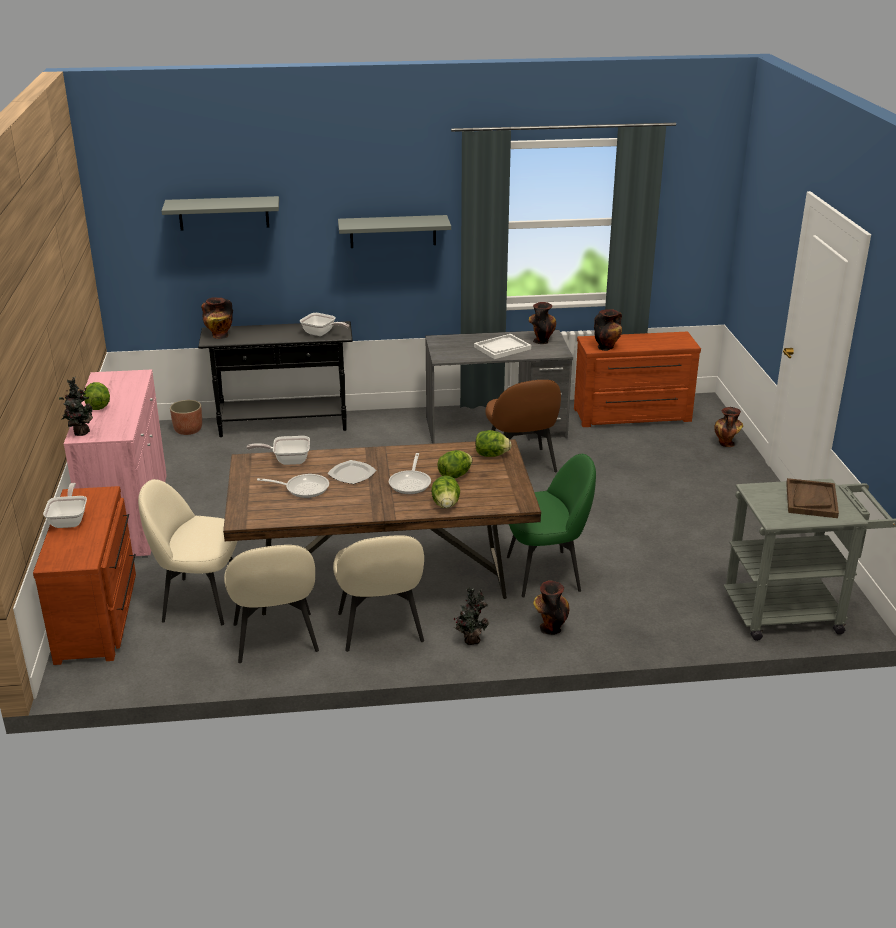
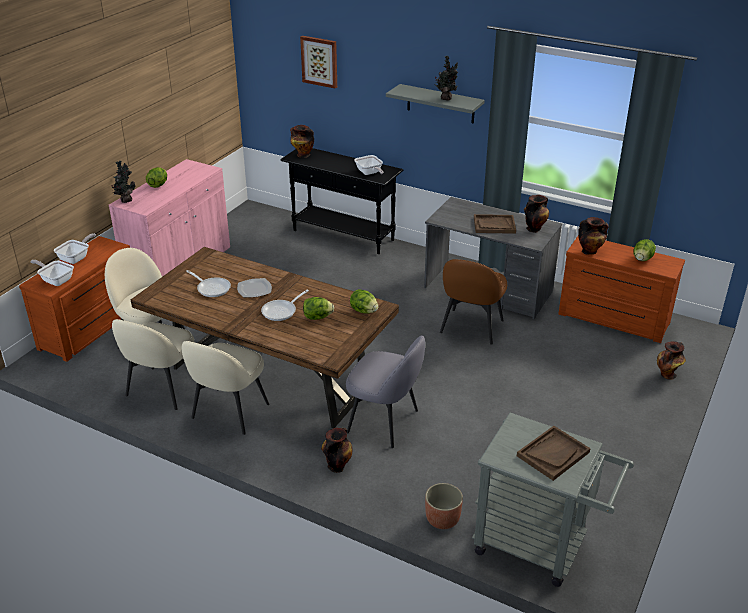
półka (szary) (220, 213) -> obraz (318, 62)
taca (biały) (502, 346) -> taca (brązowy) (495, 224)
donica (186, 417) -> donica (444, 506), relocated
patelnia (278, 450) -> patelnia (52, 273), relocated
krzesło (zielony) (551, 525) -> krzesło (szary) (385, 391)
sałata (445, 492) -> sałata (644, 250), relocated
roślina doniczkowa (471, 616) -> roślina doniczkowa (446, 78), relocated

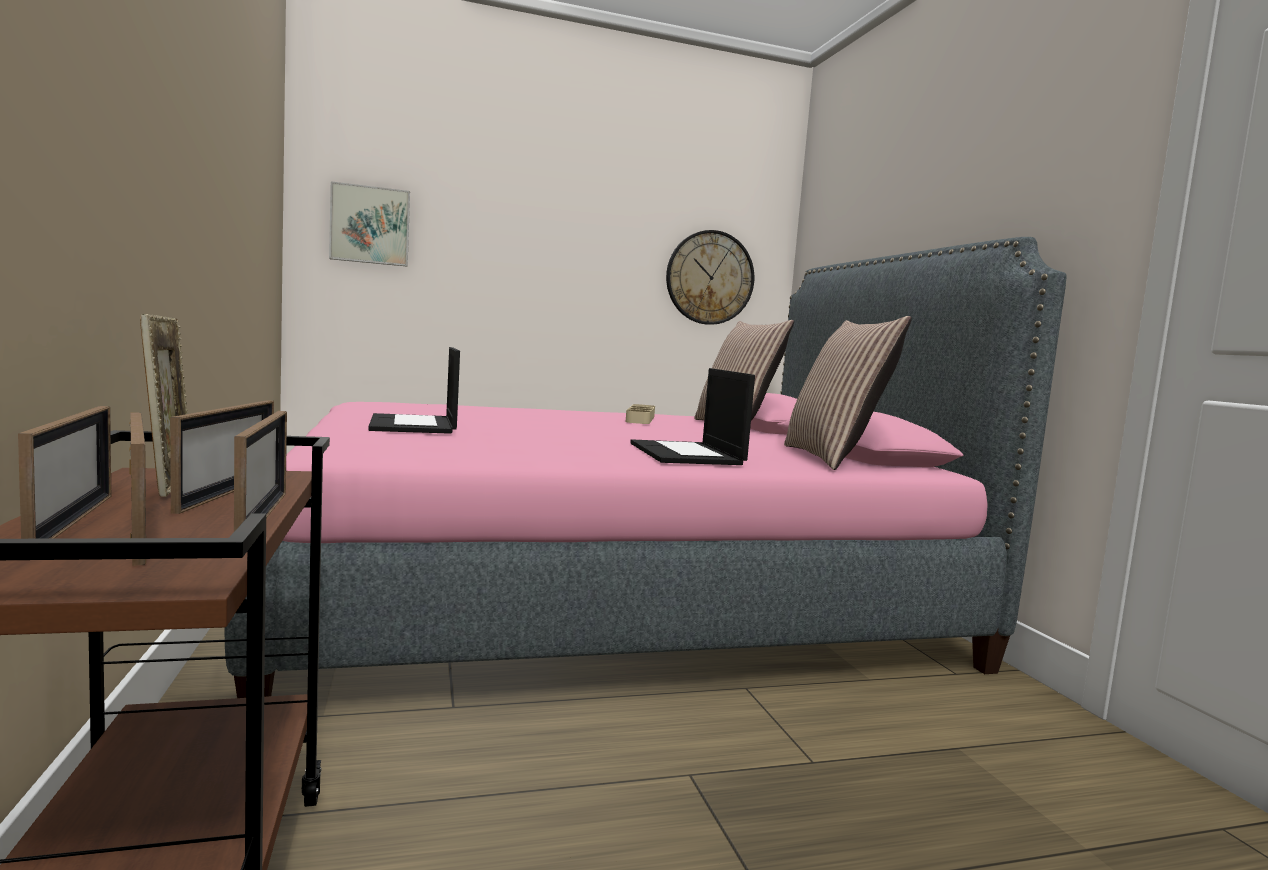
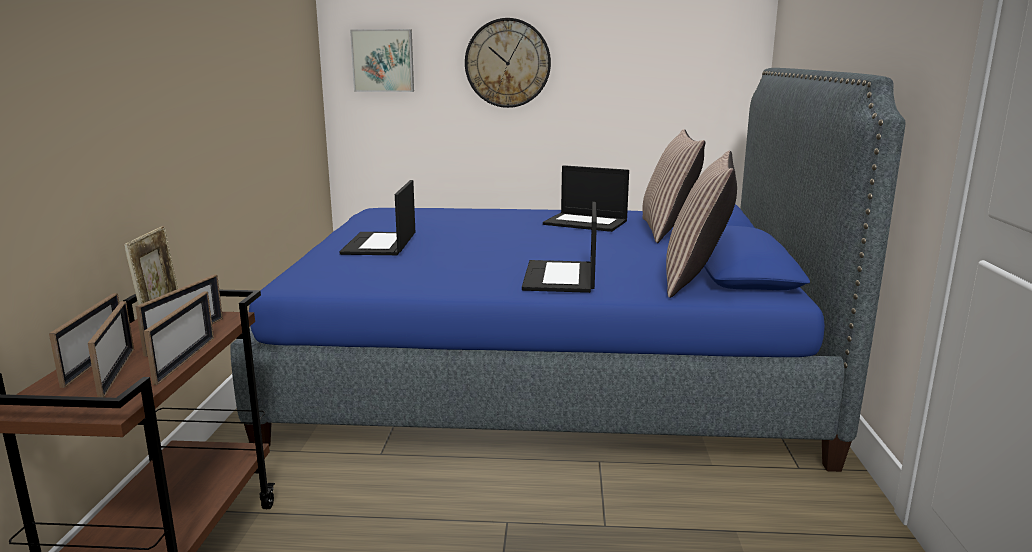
zegar ścienny (710, 277) -> zegar ścienny (508, 63), relocated
łóżko (różowy) (646, 467) -> łóżko (niebieski) (568, 270)
taca (beżowy) (640, 414) -> laptop (586, 198)

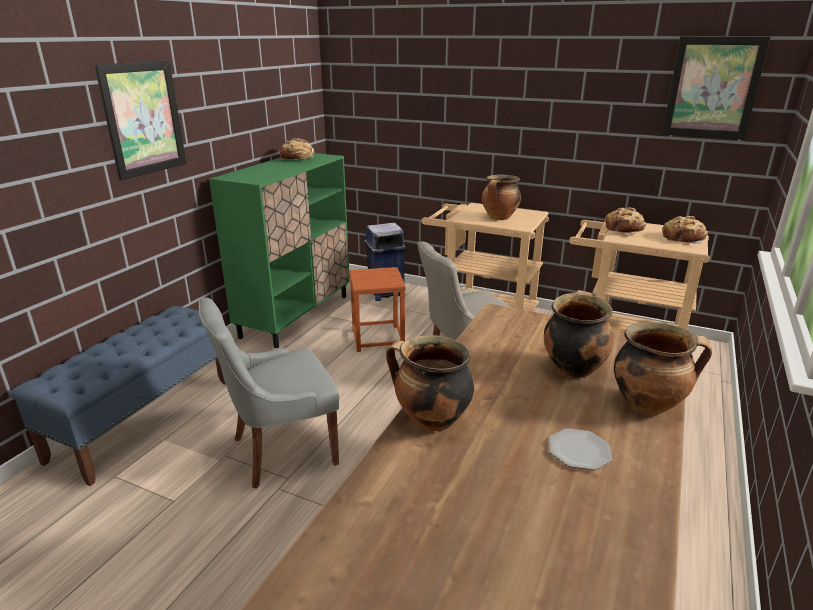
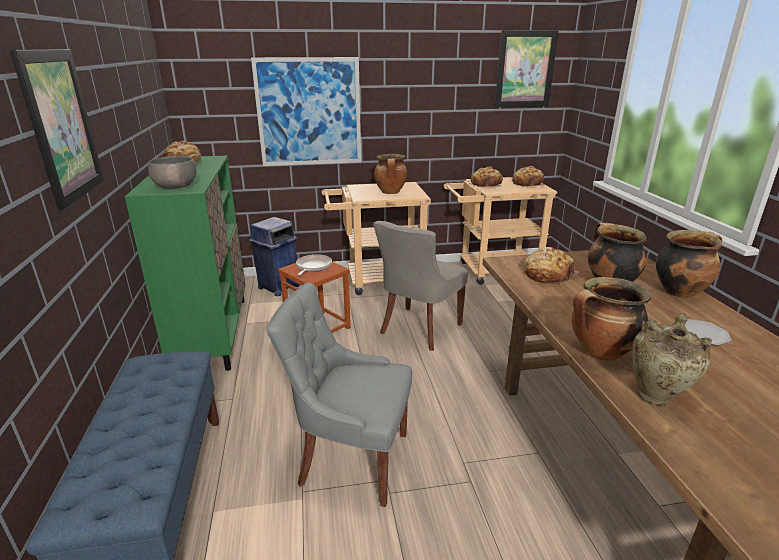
krzesło (szary) (269, 393) -> krzesło (szary) (339, 395), 75 degrees clockwise
none -> obraz (306, 111)
none -> miska (szary) (172, 172)
none -> chleb (551, 265)
none -> patelnia (314, 264)
none -> wazon (beżowy) (672, 359)

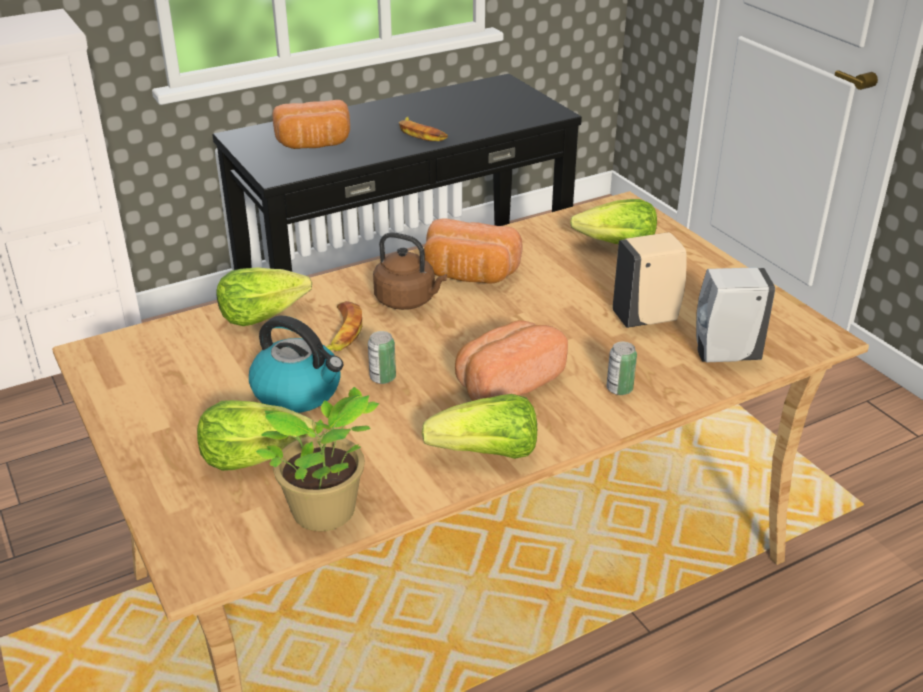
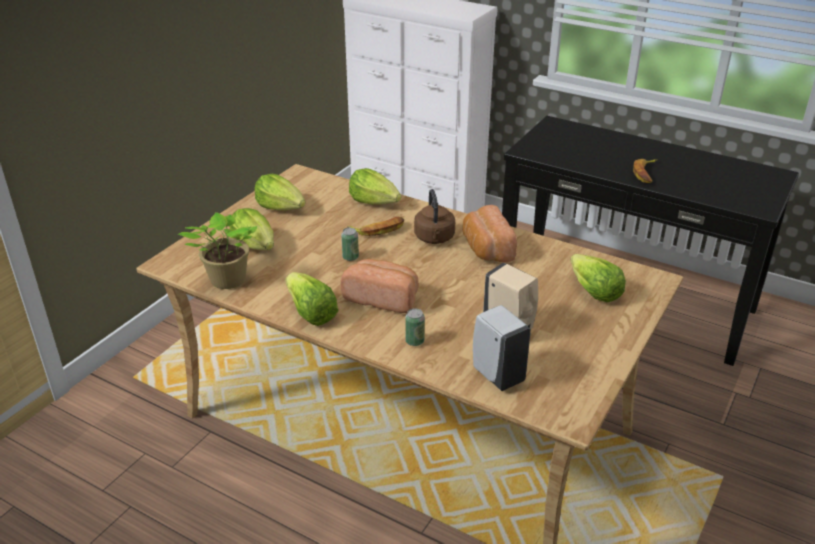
chleb (311, 124) -> none
czajnik (296, 364) -> none
none -> sałata (280, 192)

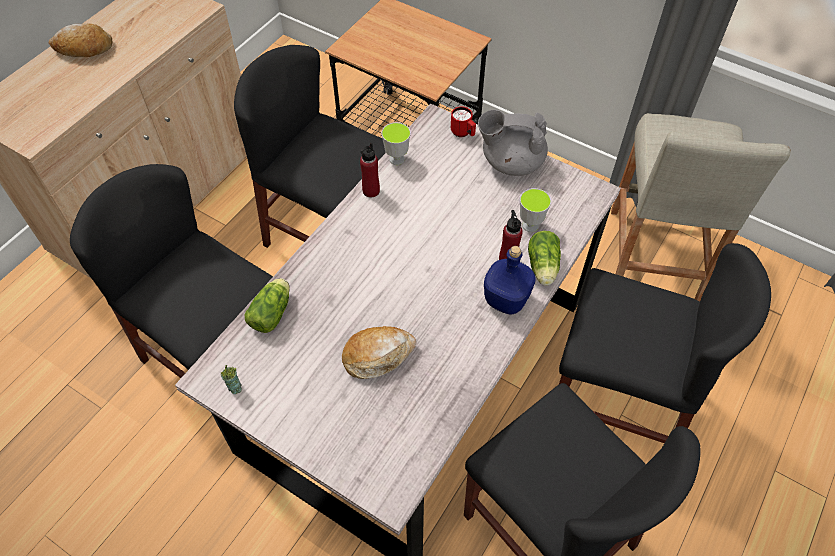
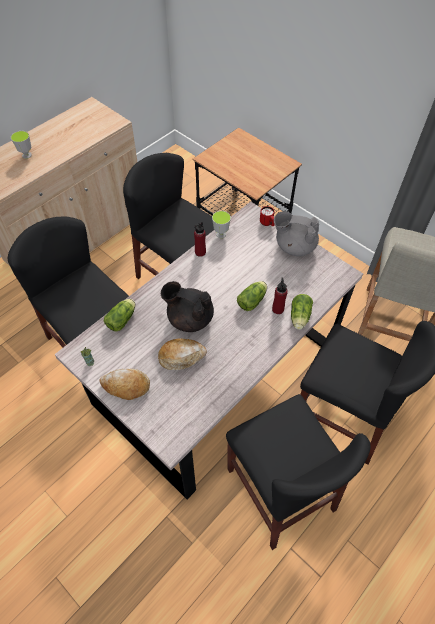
chleb (80, 40) -> chleb (124, 384), relocated
filiżanka (535, 210) -> filiżanka (21, 145), relocated
butelka (niebieski) (510, 280) -> none
none -> imbryk (czarny) (187, 306)
none -> sałata (252, 296)

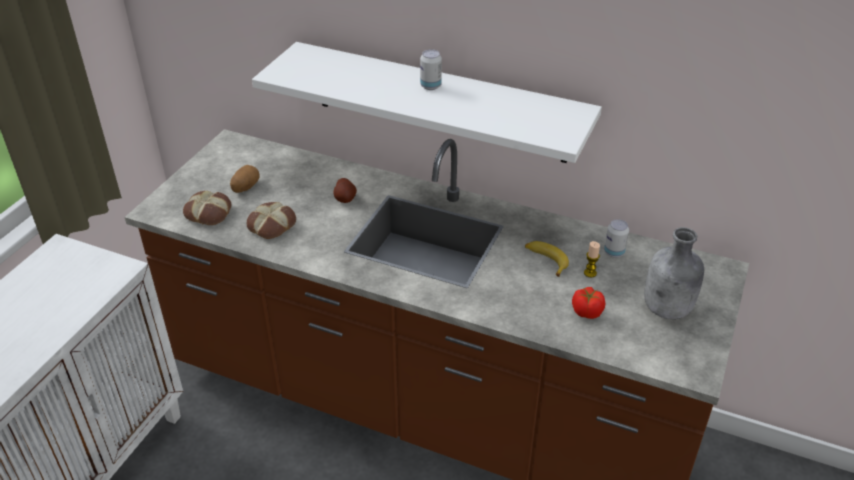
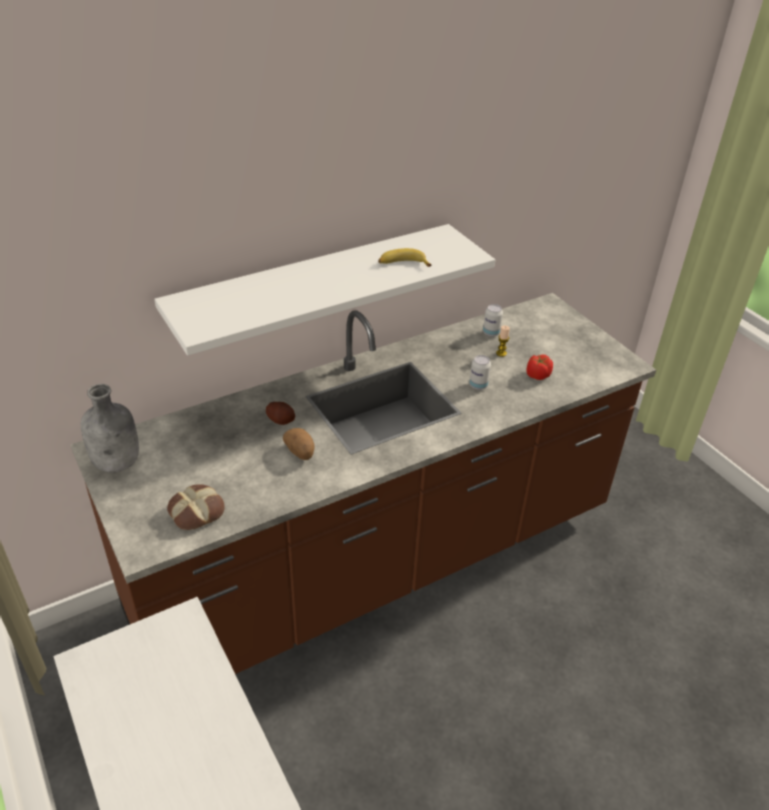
puszka (431, 69) -> puszka (480, 372), relocated
ziemniak (245, 179) -> ziemniak (299, 444), relocated
chleb (271, 220) -> none
butelka (szary) (674, 273) -> butelka (szary) (110, 428), relocated
banan (547, 259) -> banan (405, 257), relocated

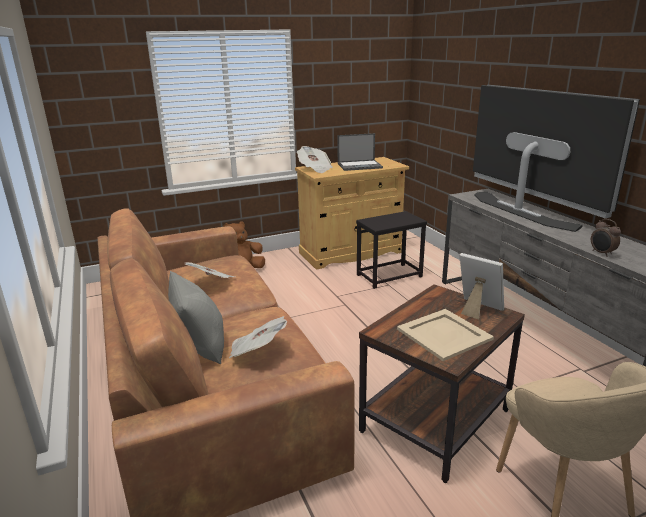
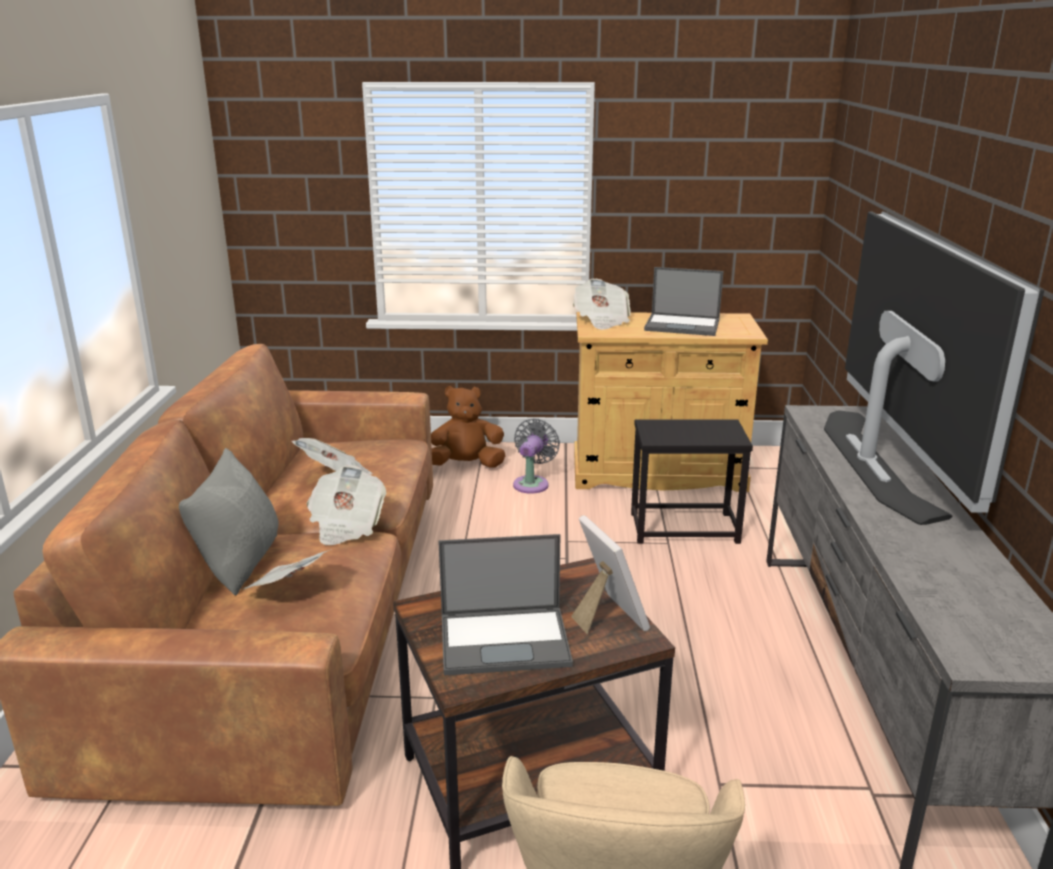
budzik (606, 237) -> none
taca (beżowy) (445, 335) -> laptop (505, 605)
none -> wentylator (szary) (536, 456)
none -> gazeta (346, 505)

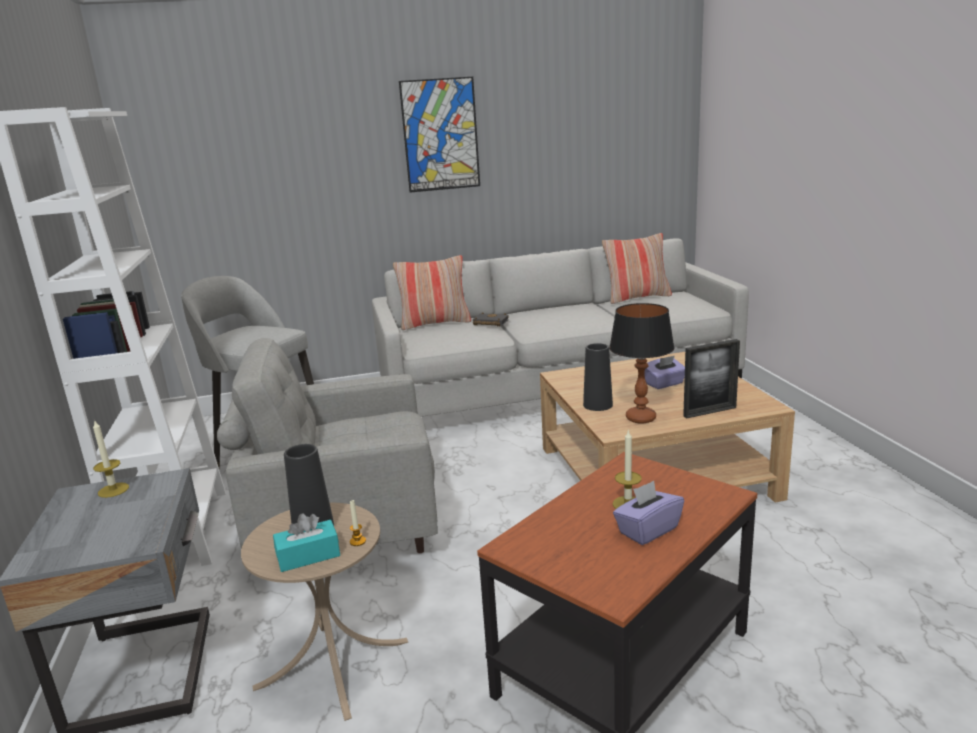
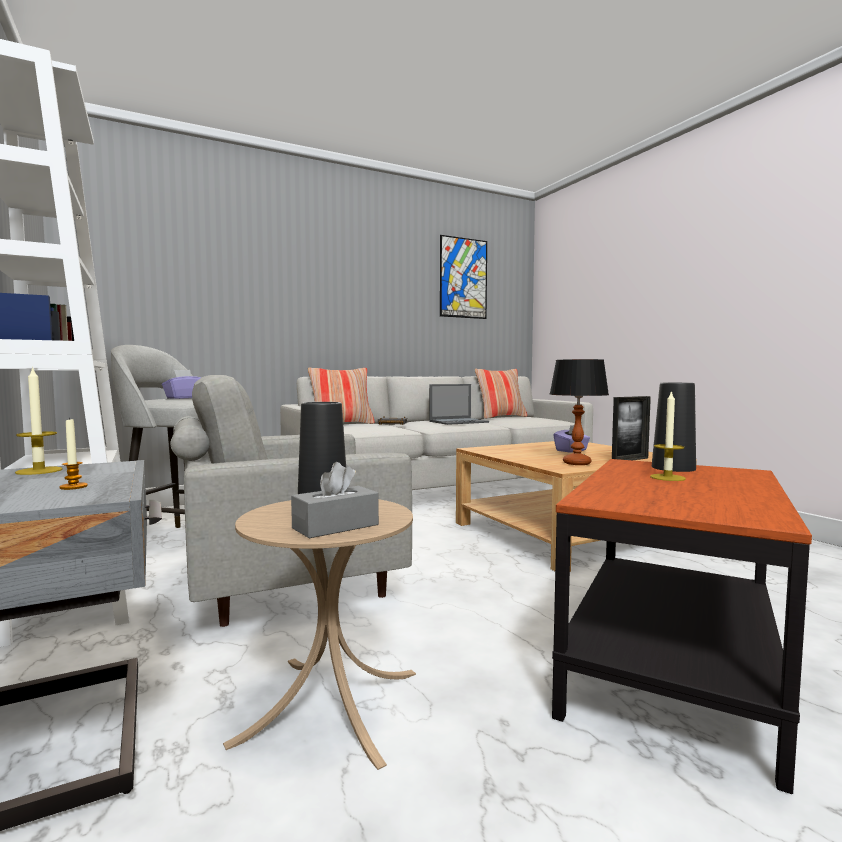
obraz (439, 135) -> obraz (463, 277), relocated
wazon (czarny) (598, 377) -> wazon (czarny) (674, 427), relocated
pudełko chusteczek (fioletowy) (648, 513) -> pudełko chusteczek (fioletowy) (181, 384), relocated
świeca (358, 523) -> świeca (74, 453), relocated
pudełko chusteczek (turkusowy) (306, 542) -> pudełko chusteczek (szary) (335, 500)
none -> laptop (459, 404)

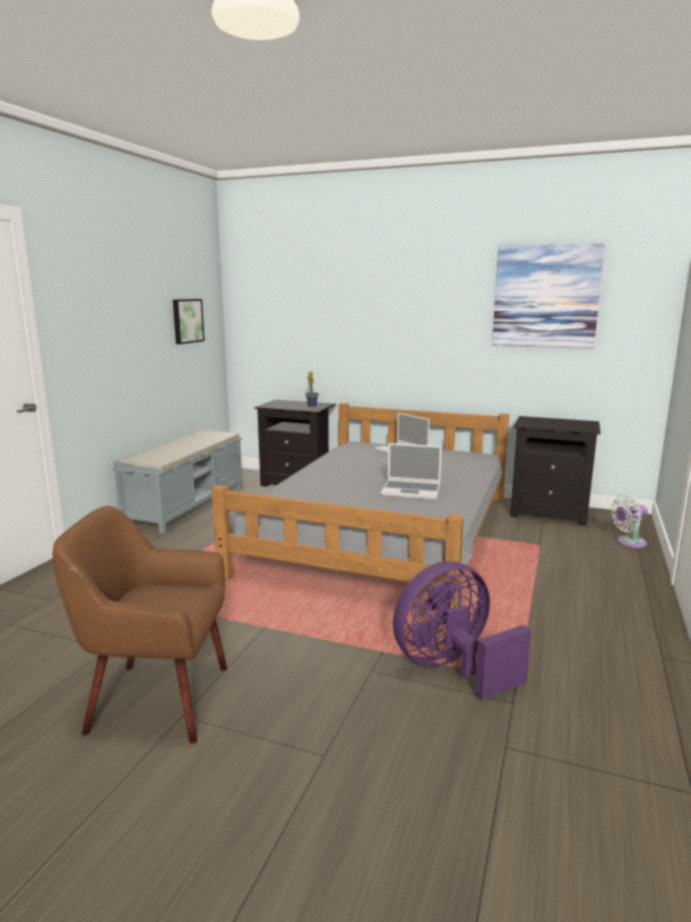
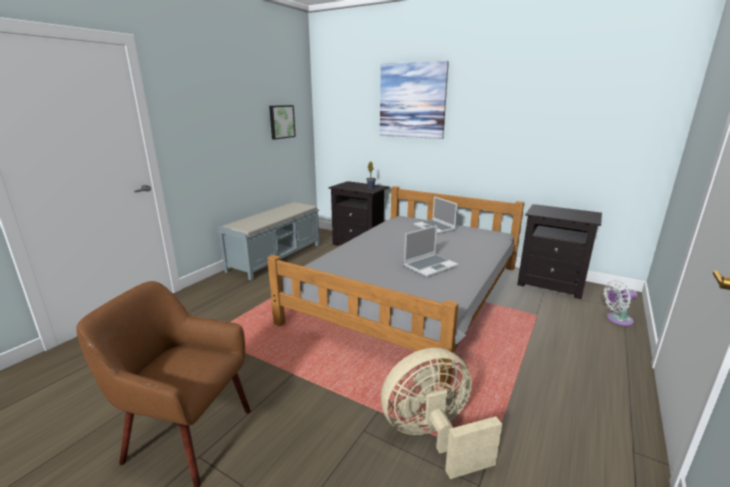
obraz (548, 296) -> obraz (414, 100), relocated
laptop (411, 471) -> laptop (431, 251), 60 degrees counterclockwise
wentylator (fioletowy) (462, 630) -> wentylator (beżowy) (441, 413)

